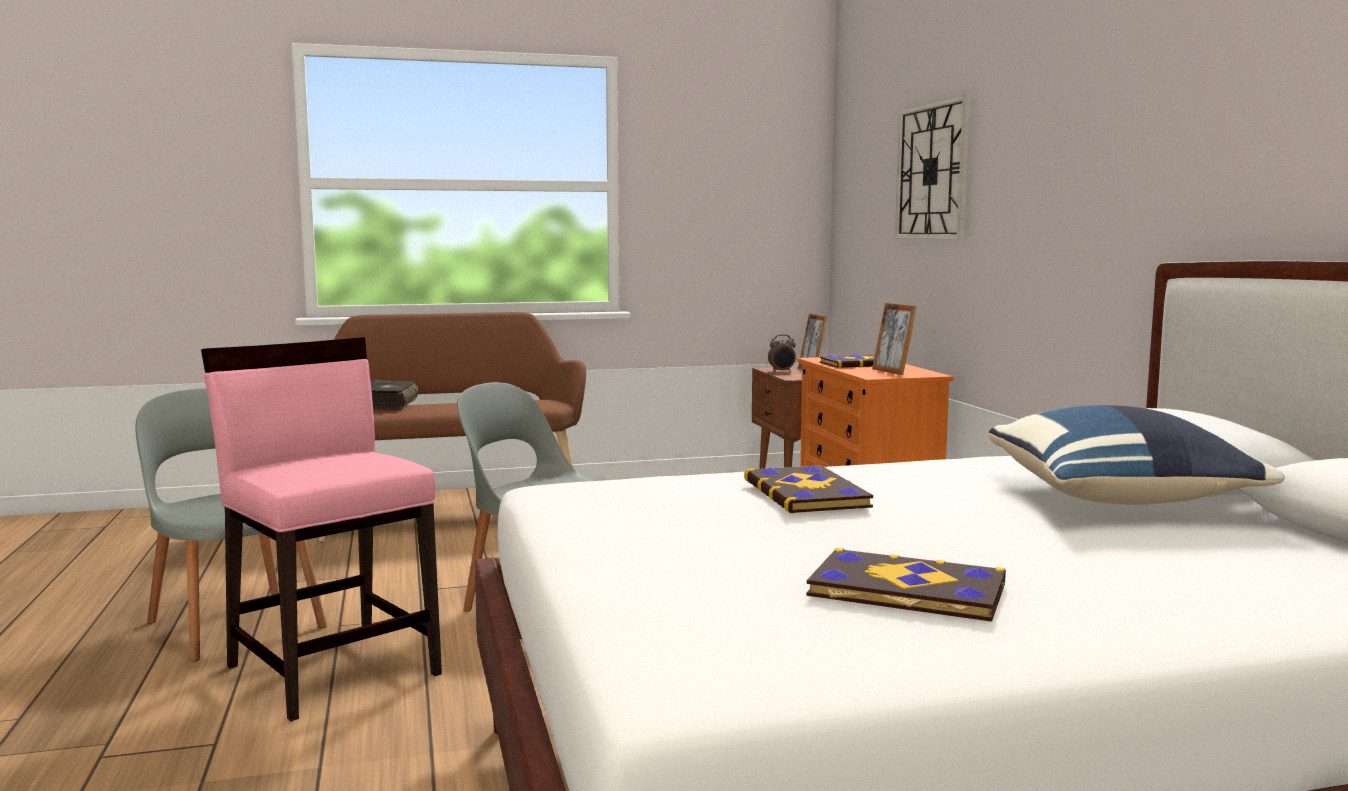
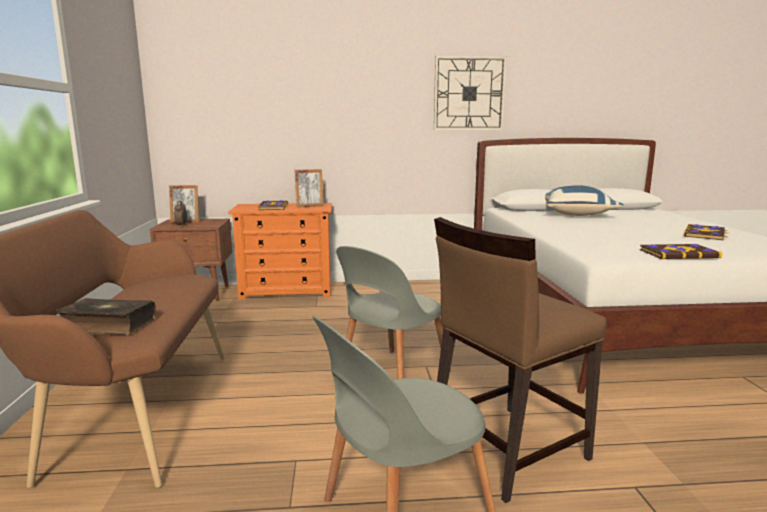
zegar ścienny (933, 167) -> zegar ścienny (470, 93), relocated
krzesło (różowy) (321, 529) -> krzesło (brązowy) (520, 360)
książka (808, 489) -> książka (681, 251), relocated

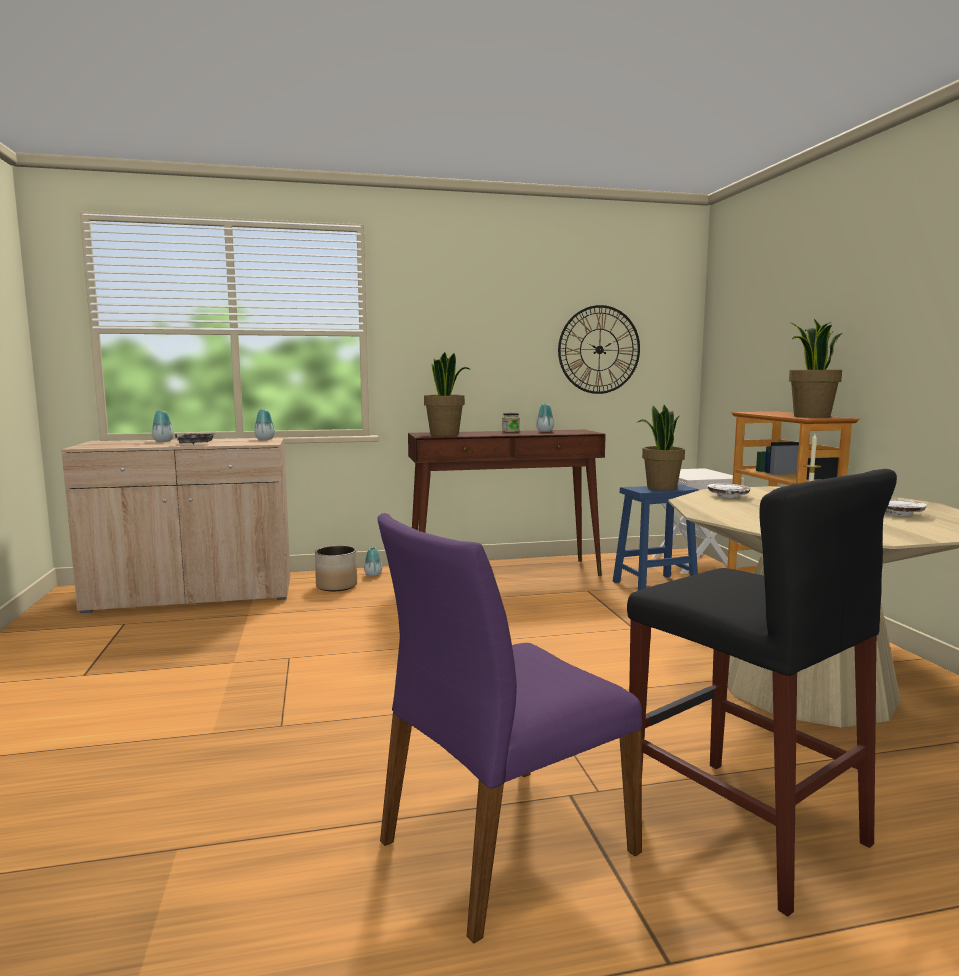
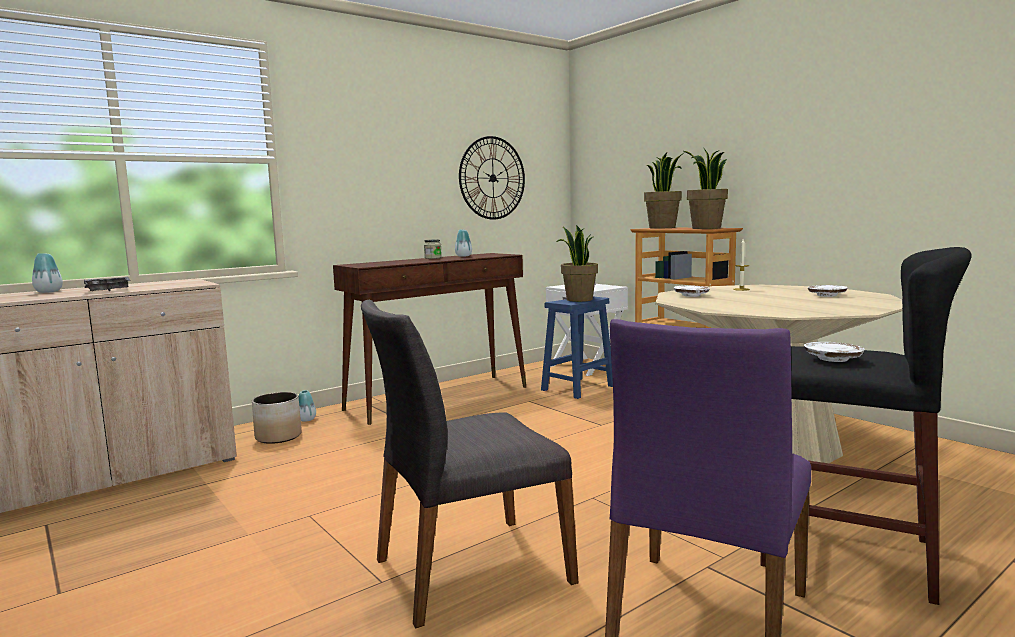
roślina doniczkowa (447, 394) -> roślina doniczkowa (664, 190), relocated
wazon (264, 424) -> none
none -> krzesło (szary) (470, 464)
none -> talerz (biały) (834, 352)

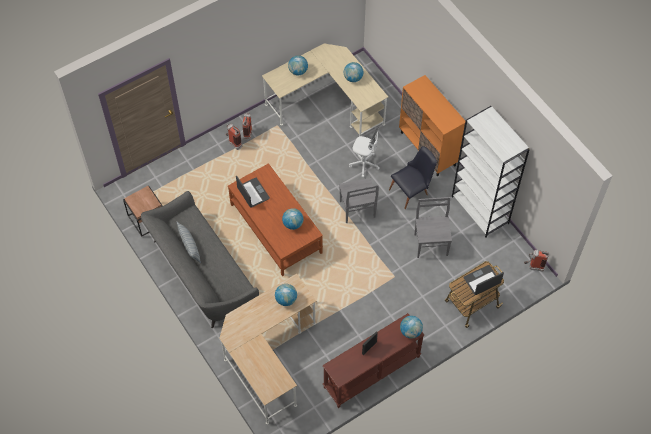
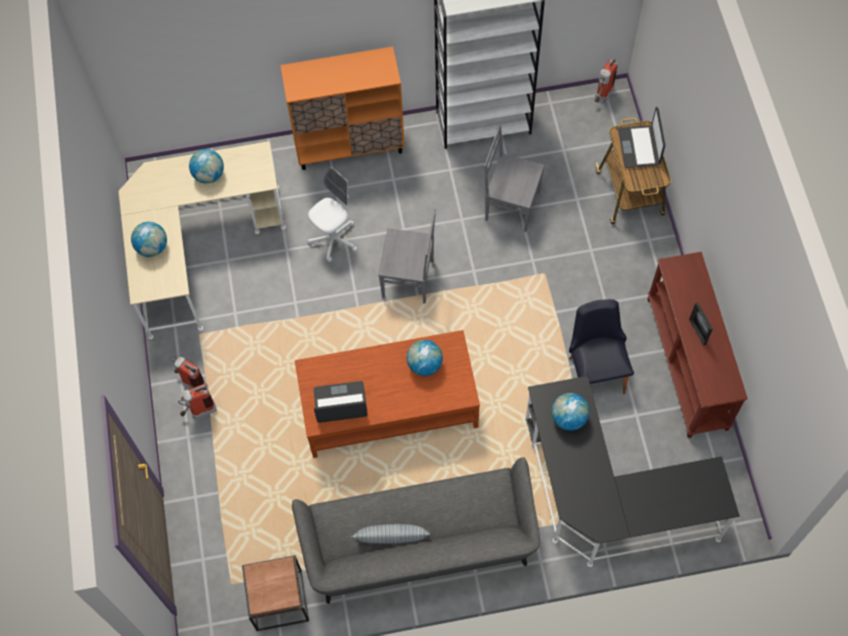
krzesło (czarny) (413, 177) -> krzesło (czarny) (601, 346), relocated
biurko (beżowy) (267, 349) -> biurko (czarny) (633, 471)
globus (411, 327) -> none

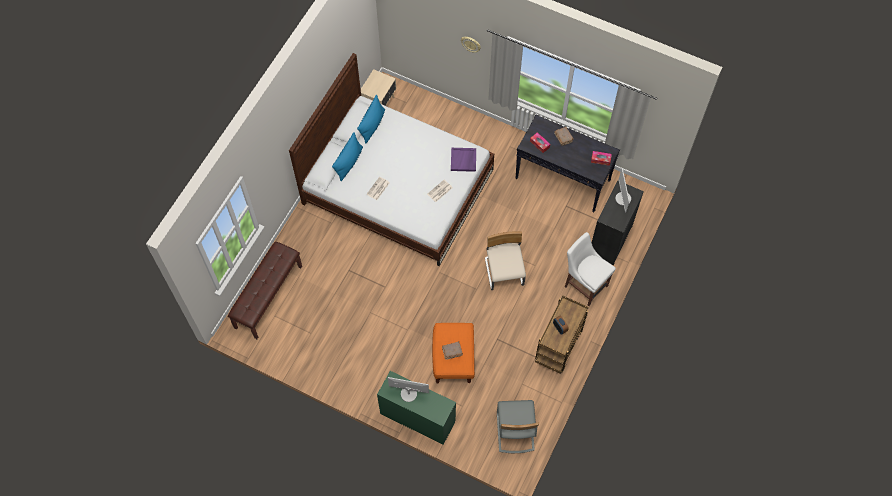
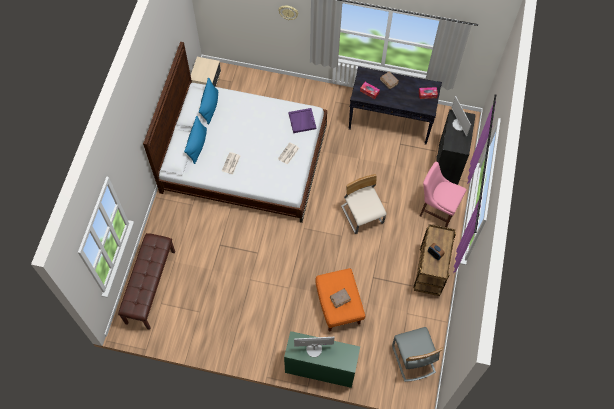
krzesło (biały) (590, 269) -> krzesło (różowy) (443, 194)

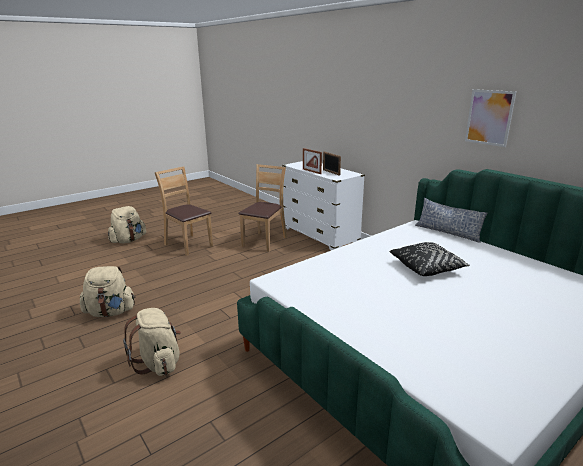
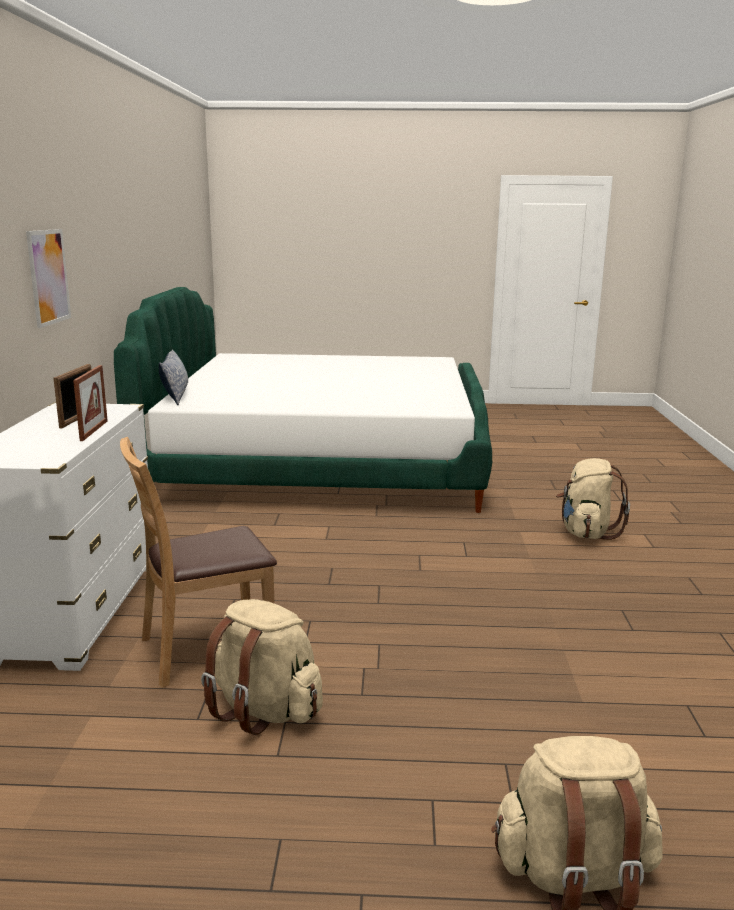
obraz (490, 118) -> obraz (48, 278), relocated
krzesło (brązowy) (184, 211) -> none
poduszka (czarny) (429, 259) -> none
plecak (beżowy) (107, 291) -> plecak (beżowy) (262, 667), relocated

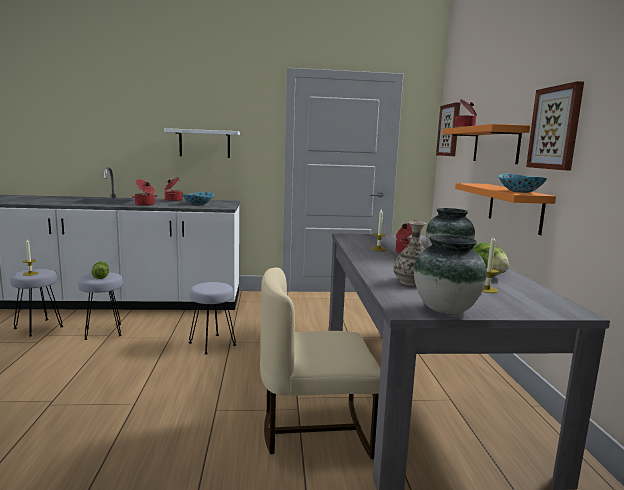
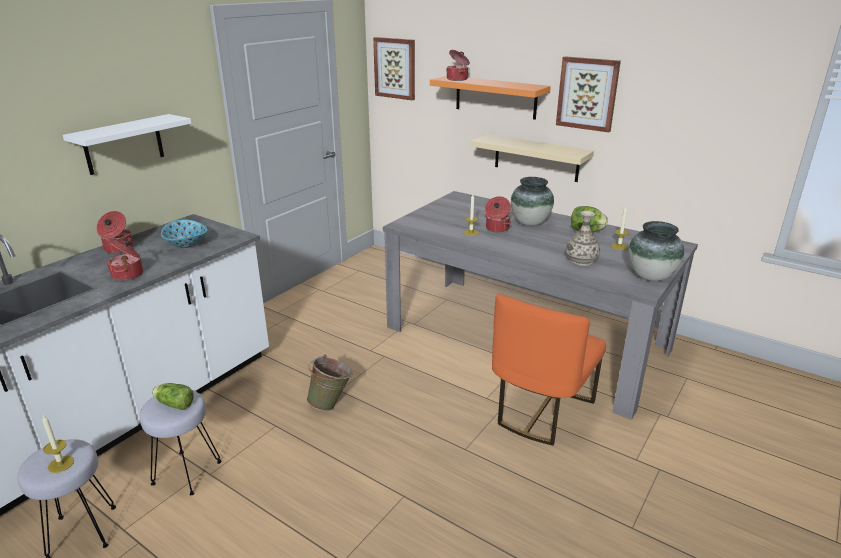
miska (522, 183) -> none
półka (pomarańczowy) (505, 209) -> półka (beżowy) (532, 158)
krzesło (beżowy) (320, 363) -> krzesło (pomarańczowy) (549, 369)
stołek (szary) (212, 318) -> wiadro (zielony) (329, 382)

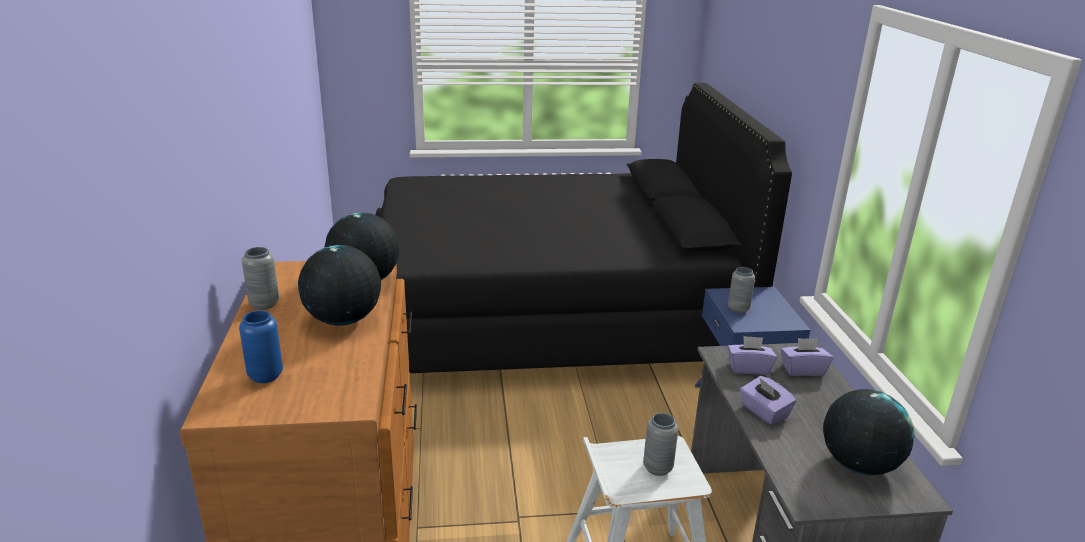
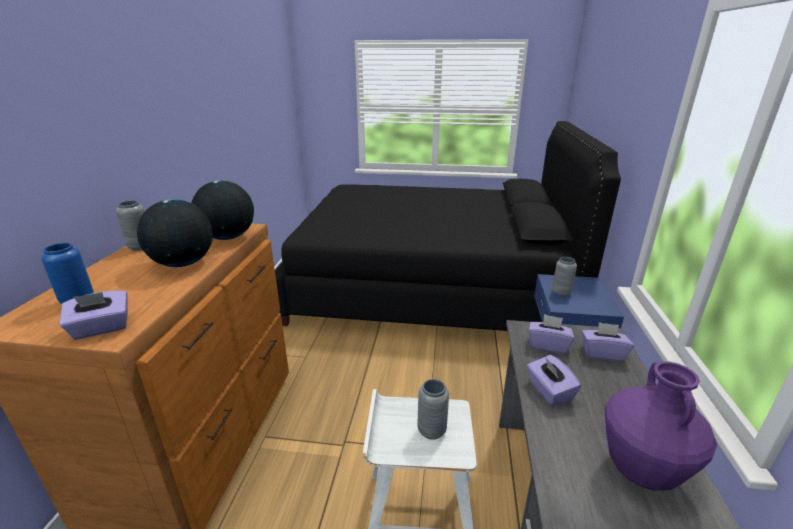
globus (869, 432) -> wazon (fioletowy) (661, 426)
none -> pudełko chusteczek (fioletowy) (94, 315)

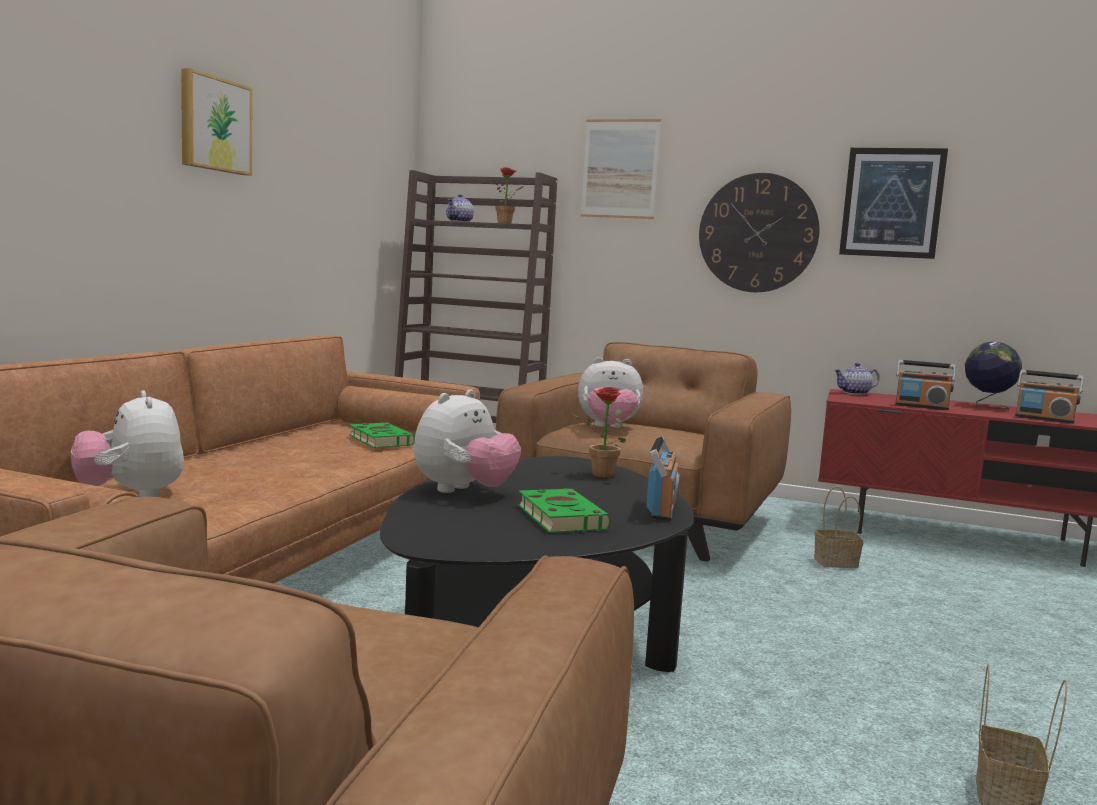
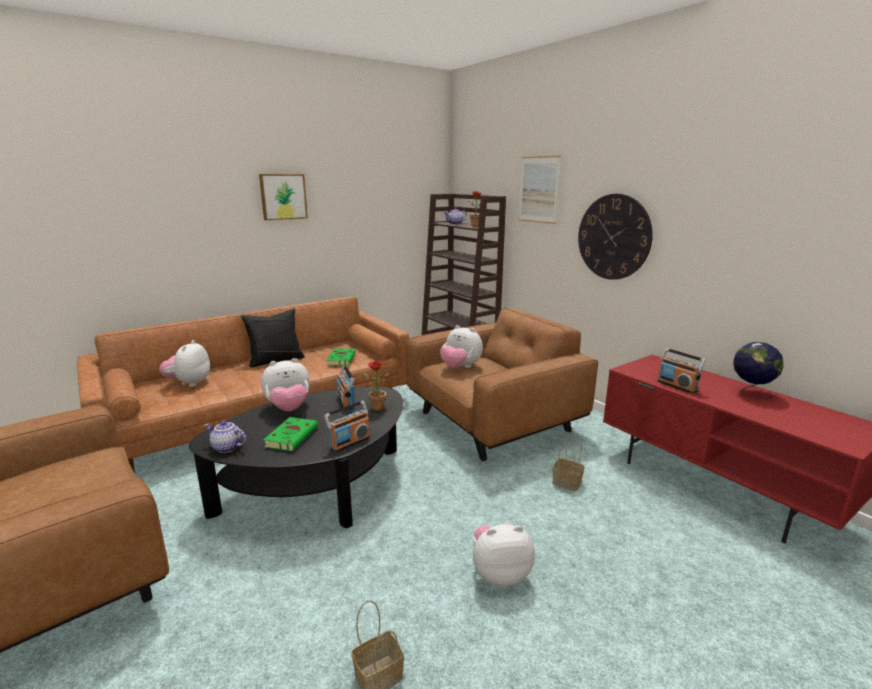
obraz (893, 203) -> none
imbryk (857, 379) -> imbryk (225, 437), relocated
radio (1049, 397) -> radio (345, 387), relocated
none -> poduszka (czarny) (273, 338)
none -> pluszak (504, 555)

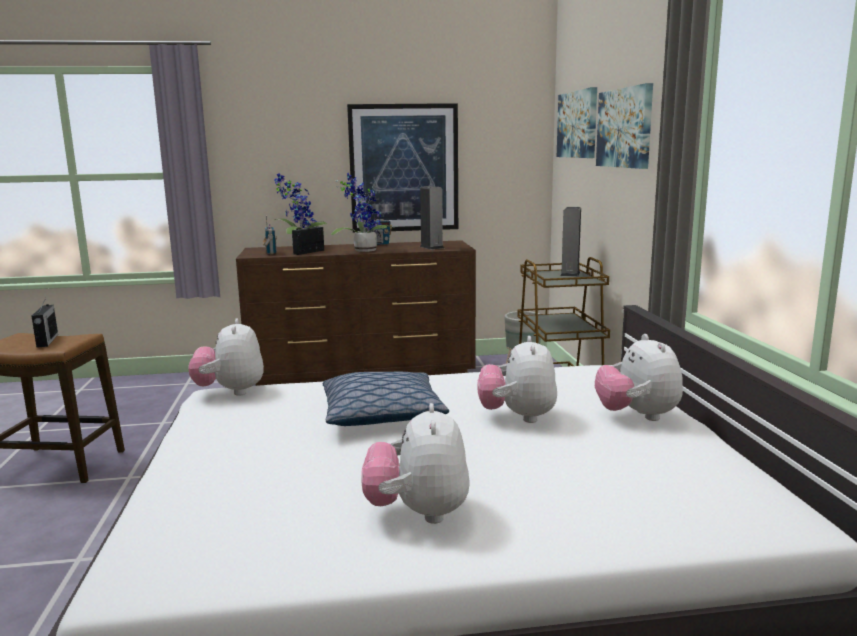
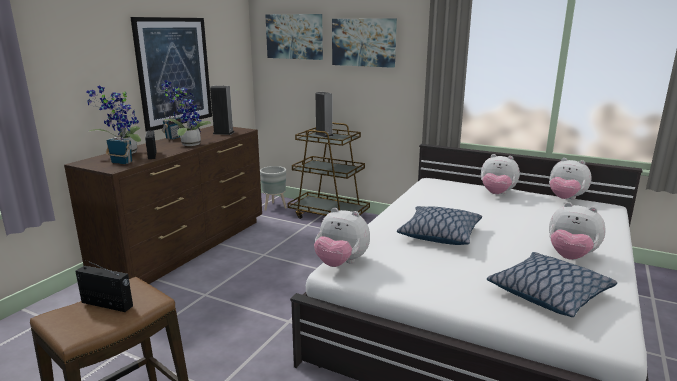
pluszak (517, 379) -> pluszak (570, 179), relocated
none -> poduszka (552, 284)

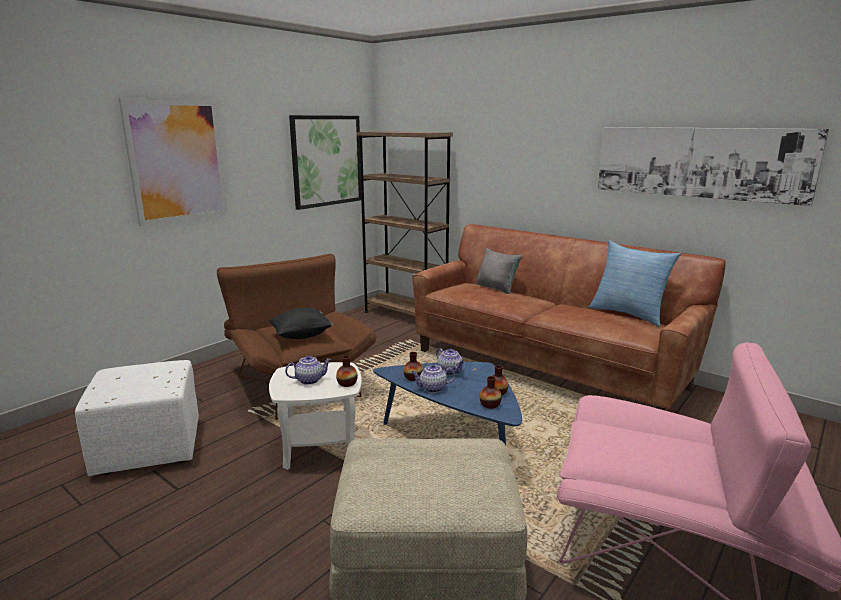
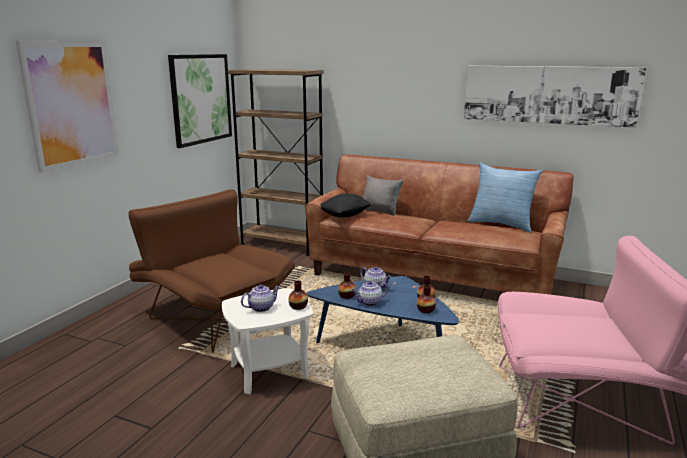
poduszka (czarny) (301, 323) -> poduszka (czarny) (346, 206), relocated
pufa (biały) (137, 418) -> none

